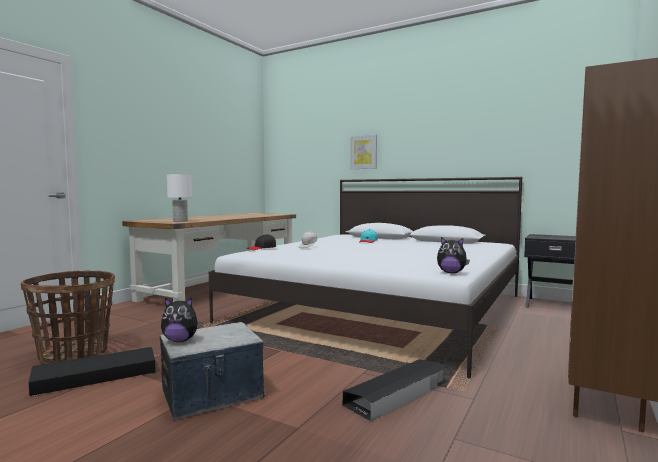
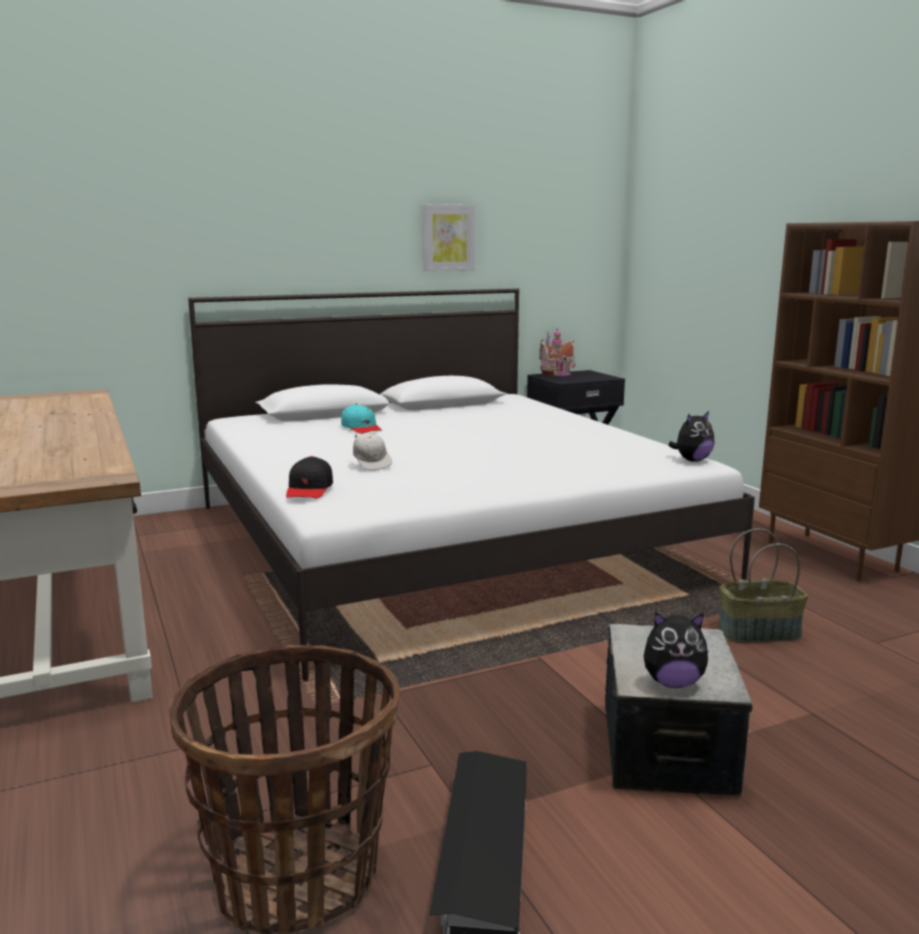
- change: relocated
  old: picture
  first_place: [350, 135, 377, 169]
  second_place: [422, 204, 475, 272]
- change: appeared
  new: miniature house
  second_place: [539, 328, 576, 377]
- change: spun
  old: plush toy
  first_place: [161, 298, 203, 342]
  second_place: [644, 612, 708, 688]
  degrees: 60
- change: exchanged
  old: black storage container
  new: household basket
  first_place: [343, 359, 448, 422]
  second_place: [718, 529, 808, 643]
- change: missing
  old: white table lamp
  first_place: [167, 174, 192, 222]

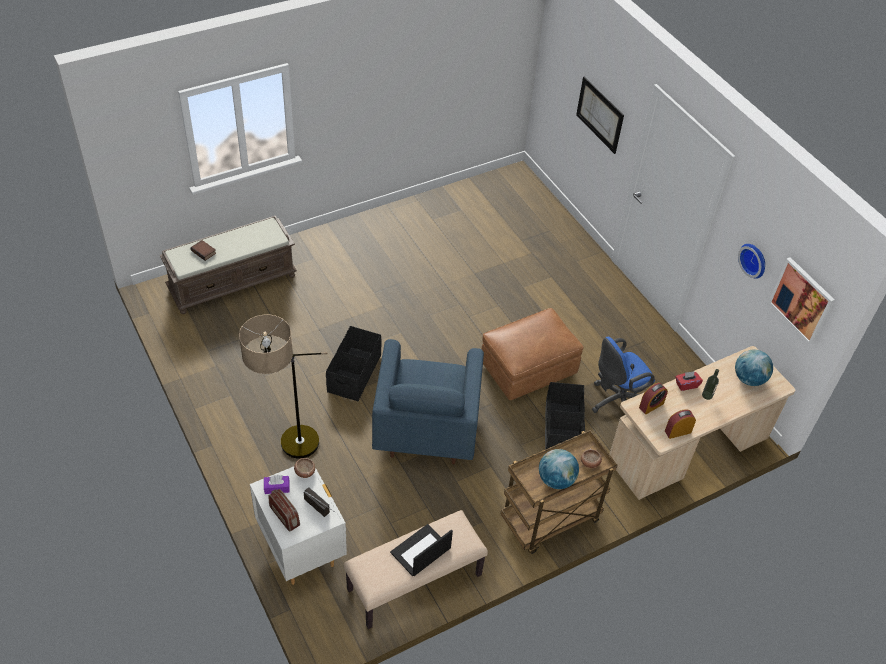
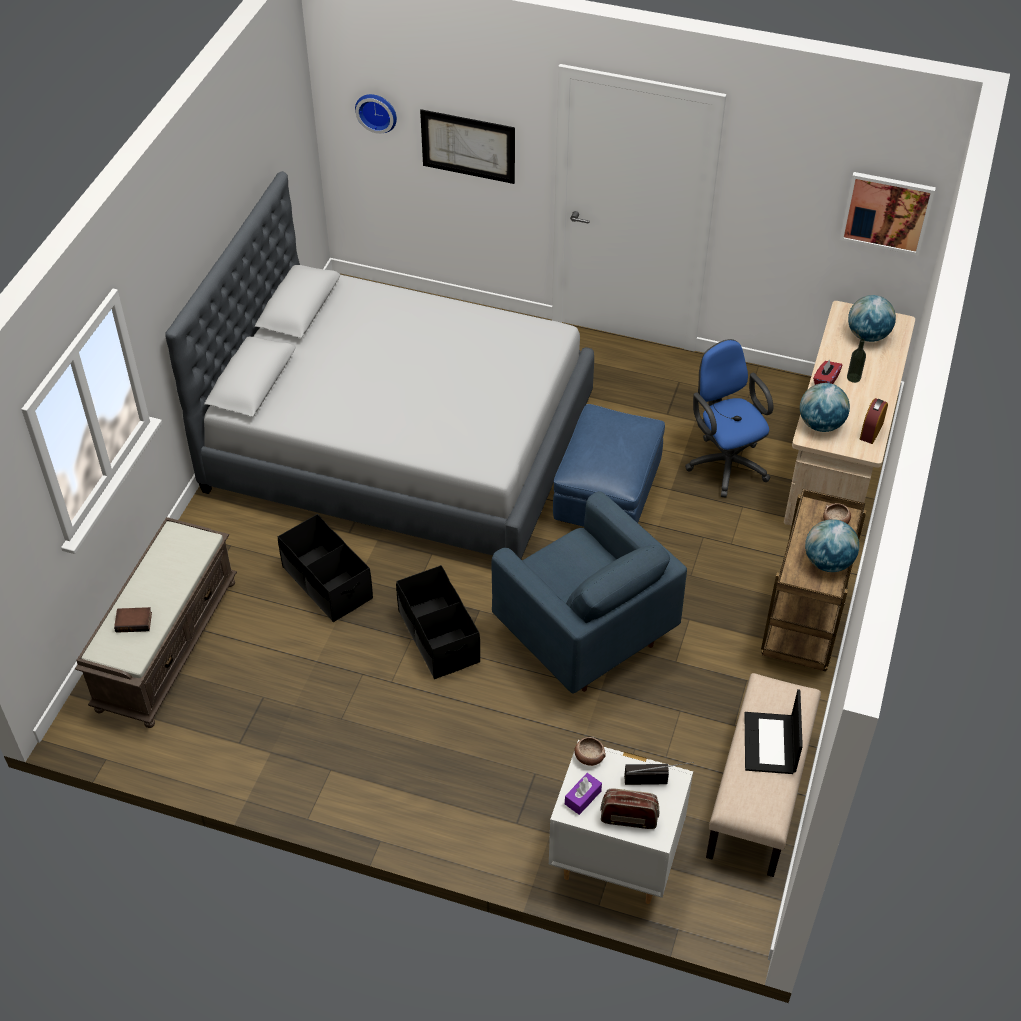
- change: appeared
  new: grey sleeping bed
  second_place: [166, 171, 594, 559]
- change: relocated
  old: black storage container
  first_place: [545, 382, 585, 450]
  second_place: [278, 514, 373, 622]
- change: relocated
  old: clock on the wall
  first_place: [738, 244, 765, 279]
  second_place: [355, 94, 397, 134]
- change: colour
  old: brownish ottoman
  new: blue ottoman
  first_place: [481, 308, 584, 400]
  second_place: [553, 404, 665, 527]
- change: spun
  old: blue computer chair
  first_place: [592, 337, 655, 415]
  second_place: [685, 339, 773, 498]
  degrees: 135
- change: exchanged
  old: alarm clock
  new: globe
  first_place: [639, 383, 668, 414]
  second_place: [800, 383, 850, 432]
- change: missing
  old: standing lamp
  first_place: [239, 315, 327, 459]

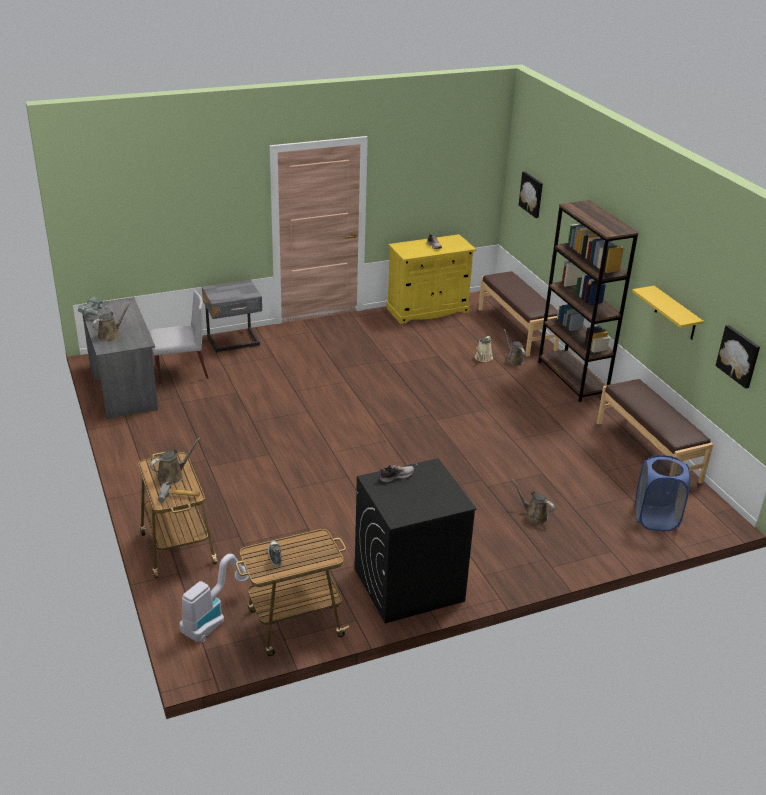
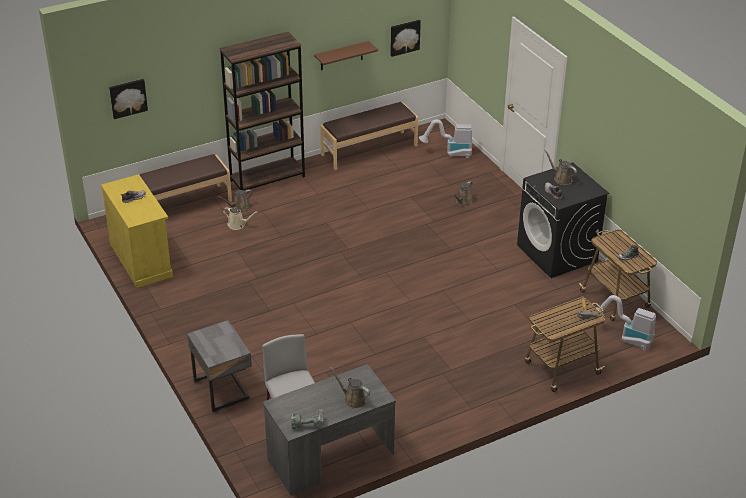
- change: colour
  old: yellow wall shelf
  new: brownish wall shelf
  first_place: [632, 286, 704, 340]
  second_place: [314, 41, 378, 70]
- change: exchanged
  old: blue hamper
  new: vacuum
  first_place: [635, 455, 690, 531]
  second_place: [419, 119, 472, 158]
- change: relocated
  old: brownish watering pot
  first_place: [150, 438, 201, 484]
  second_place: [544, 150, 577, 185]

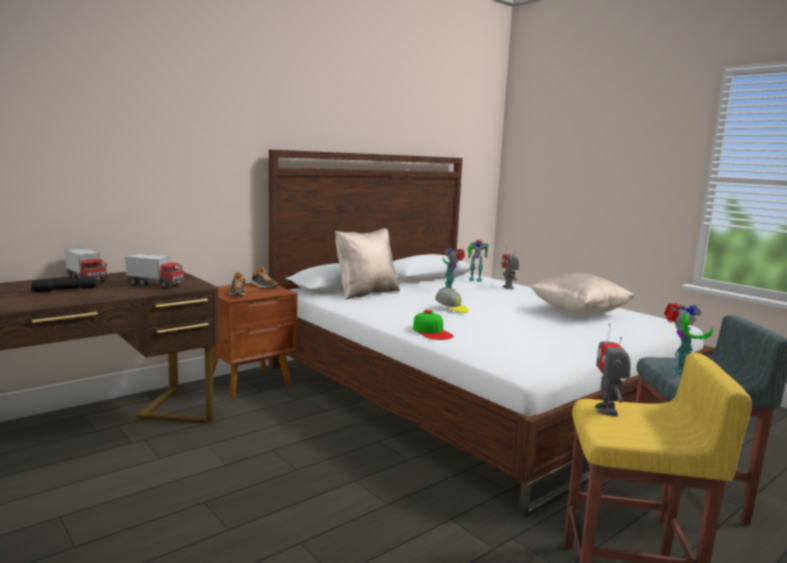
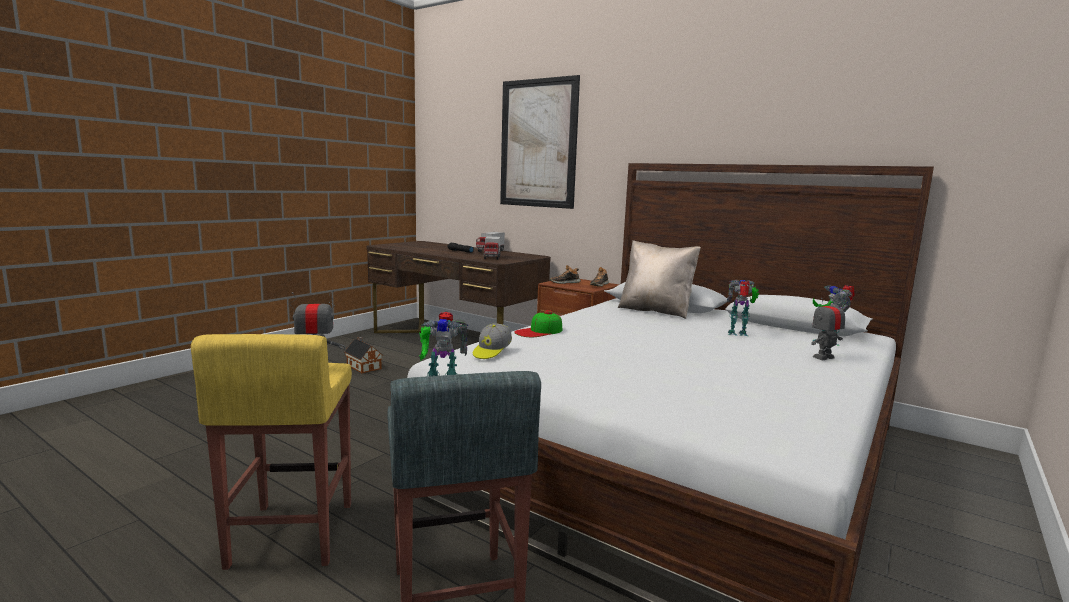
- change: appeared
  new: miniature house
  second_place: [344, 337, 382, 373]
- change: relocated
  old: peaked cap
  first_place: [435, 288, 469, 313]
  second_place: [473, 323, 512, 359]
- change: appeared
  new: picture
  second_place: [500, 75, 580, 209]
- change: missing
  old: beige-coloured cushion
  first_place: [530, 273, 635, 315]

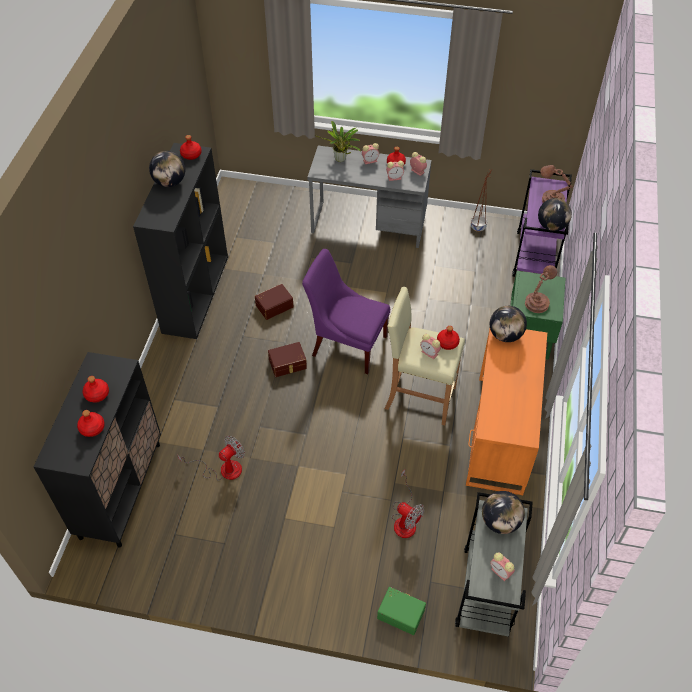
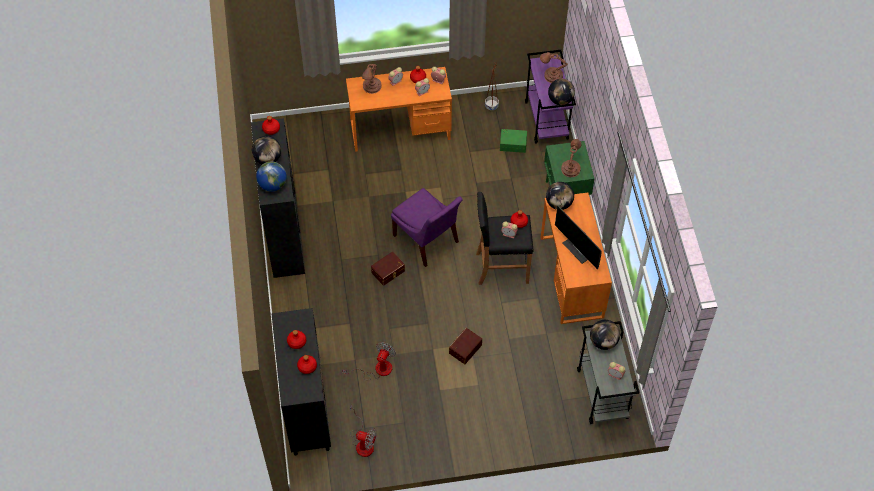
- change: appeared
  new: globe
  second_place: [256, 161, 287, 191]
- change: colour
  old: grey desk table
  new: orangey desk table
  first_place: [307, 146, 432, 248]
  second_place: [346, 67, 452, 152]
- change: relocated
  old: fan
  first_place: [391, 470, 424, 538]
  second_place: [350, 404, 377, 457]
- change: exchanged
  old: houseplant
  new: brownish table lamp
  first_place: [315, 121, 361, 162]
  second_place: [362, 64, 382, 94]
- change: spun
  old: purple-coloured chair
  first_place: [302, 249, 390, 374]
  second_place: [391, 188, 463, 267]
  degrees: -135
- change: relocated
  old: brownish storage container
  first_place: [255, 284, 294, 320]
  second_place: [449, 328, 482, 364]
- change: colour
  old: beige-coloured stool seat
  new: black stool seat
  first_place: [385, 287, 465, 425]
  second_place: [476, 192, 533, 285]
- change: relocated
  old: green storage container
  first_place: [377, 587, 426, 635]
  second_place: [500, 129, 527, 153]
- change: appeared
  new: computer display
  second_place: [555, 206, 602, 270]

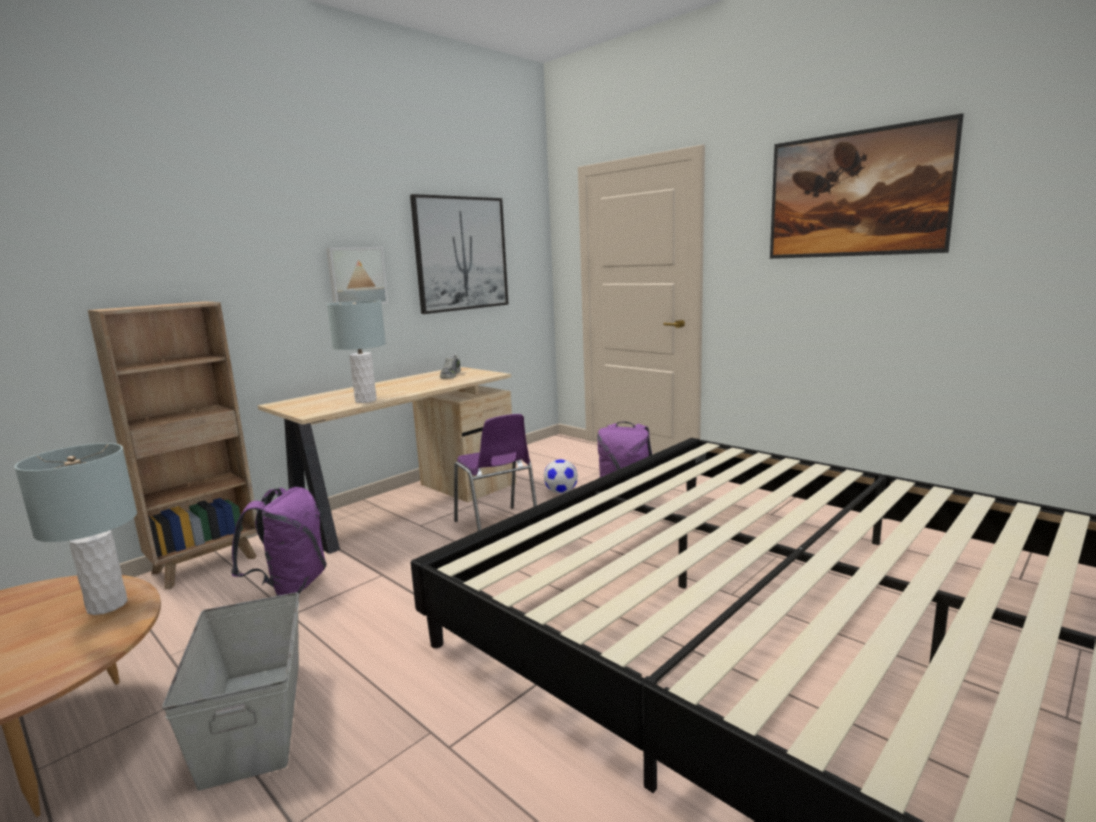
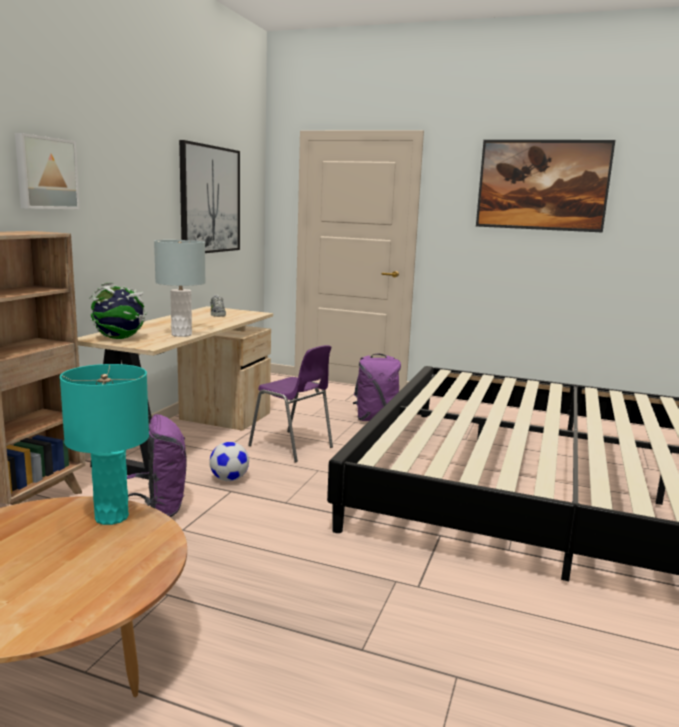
- change: relocated
  old: picture
  first_place: [326, 247, 388, 304]
  second_place: [15, 133, 80, 209]
- change: colour
  old: grey table lamp
  new: turquoise table lamp
  first_place: [14, 443, 137, 615]
  second_place: [60, 364, 149, 525]
- change: appeared
  new: globe
  second_place: [89, 282, 148, 339]
- change: relocated
  old: football ball
  first_place: [544, 459, 578, 494]
  second_place: [209, 442, 249, 481]
- change: missing
  old: grey storage container
  first_place: [162, 592, 299, 791]

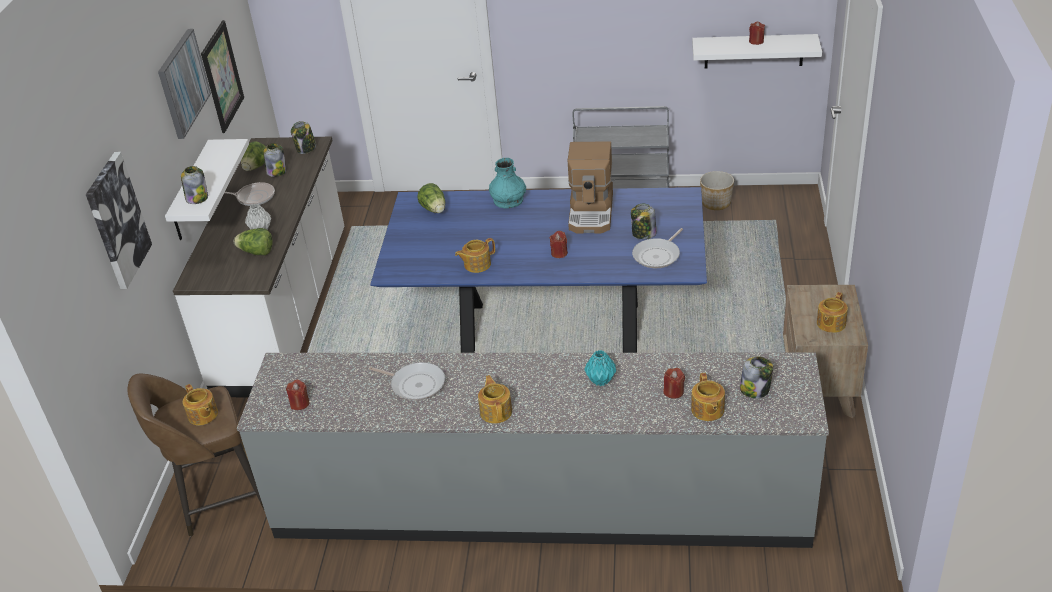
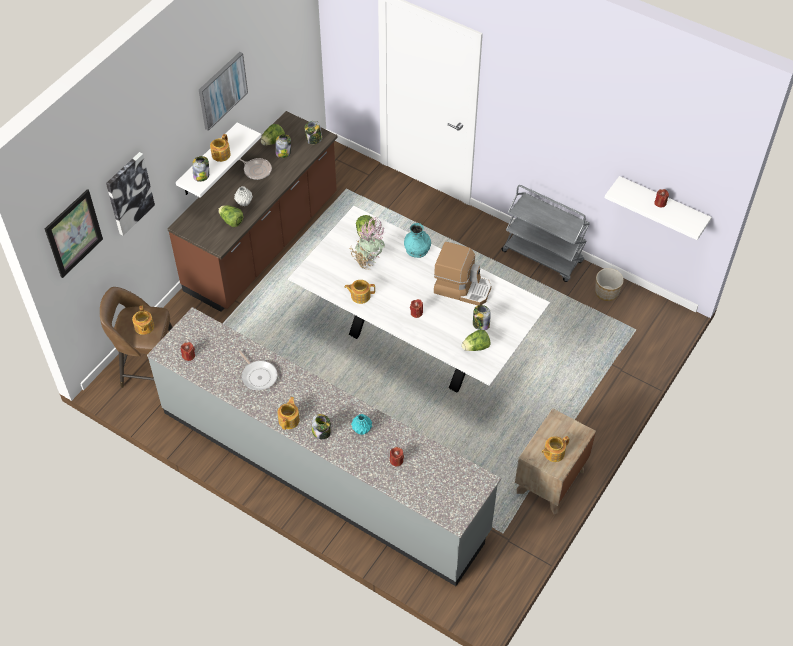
- change: relocated
  old: picture
  first_place: [201, 20, 244, 133]
  second_place: [45, 189, 103, 278]
- change: colour
  old: white counter
  new: brownish counter
  first_place: [173, 136, 344, 397]
  second_place: [168, 111, 337, 312]
- change: relocated
  old: tea pot
  first_place: [691, 373, 725, 421]
  second_place: [210, 134, 231, 162]
- change: colour
  old: blue dinner table
  new: white dinner table
  first_place: [370, 187, 707, 353]
  second_place: [288, 206, 550, 392]
- change: relocated
  old: preserve jar
  first_place: [740, 356, 773, 398]
  second_place: [312, 414, 331, 439]
- change: appeared
  new: houseplant
  second_place: [349, 217, 386, 269]
- change: spun
  old: coffee machine
  first_place: [568, 141, 613, 234]
  second_place: [434, 242, 491, 305]
  degrees: -105
- change: exchanged
  old: frying pan
  new: lettuce
  first_place: [632, 228, 683, 268]
  second_place: [462, 330, 490, 351]

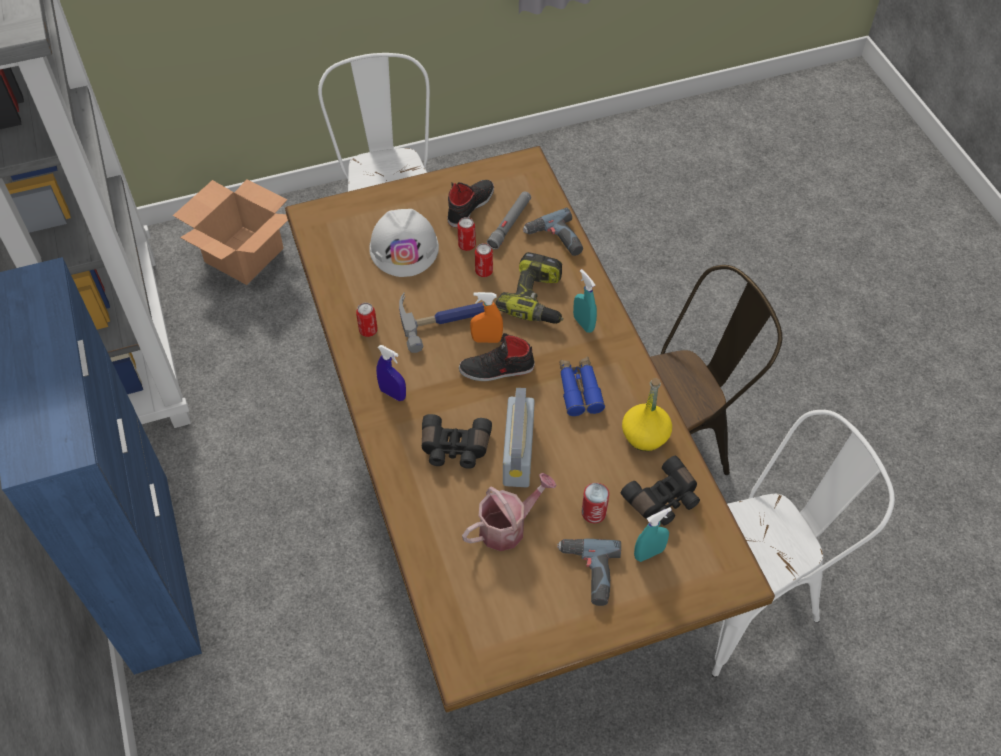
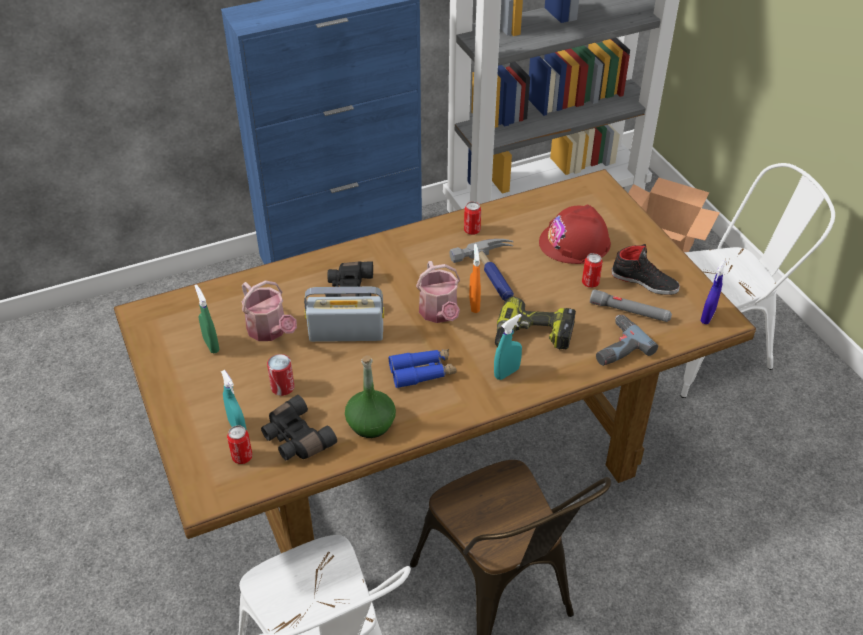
- change: appeared
  new: green hand sprayer
  second_place: [194, 284, 220, 353]
- change: relocated
  old: sealed can
  first_place: [475, 243, 493, 277]
  second_place: [227, 425, 252, 464]
- change: colour
  old: yellow beverage bottle
  new: green beverage bottle
  first_place: [622, 378, 672, 451]
  second_place: [345, 355, 396, 438]
- change: exchanged
  old: black shoe
  new: watering pot
  first_place: [459, 333, 535, 381]
  second_place: [416, 261, 460, 323]
- change: colour
  old: white hard hat
  new: reddish hard hat
  first_place: [369, 209, 439, 277]
  second_place: [539, 205, 611, 264]
- change: relocated
  old: blue hand sprayer
  first_place: [376, 345, 406, 401]
  second_place: [701, 260, 726, 324]
- change: missing
  old: power drill
  first_place: [557, 539, 621, 606]

